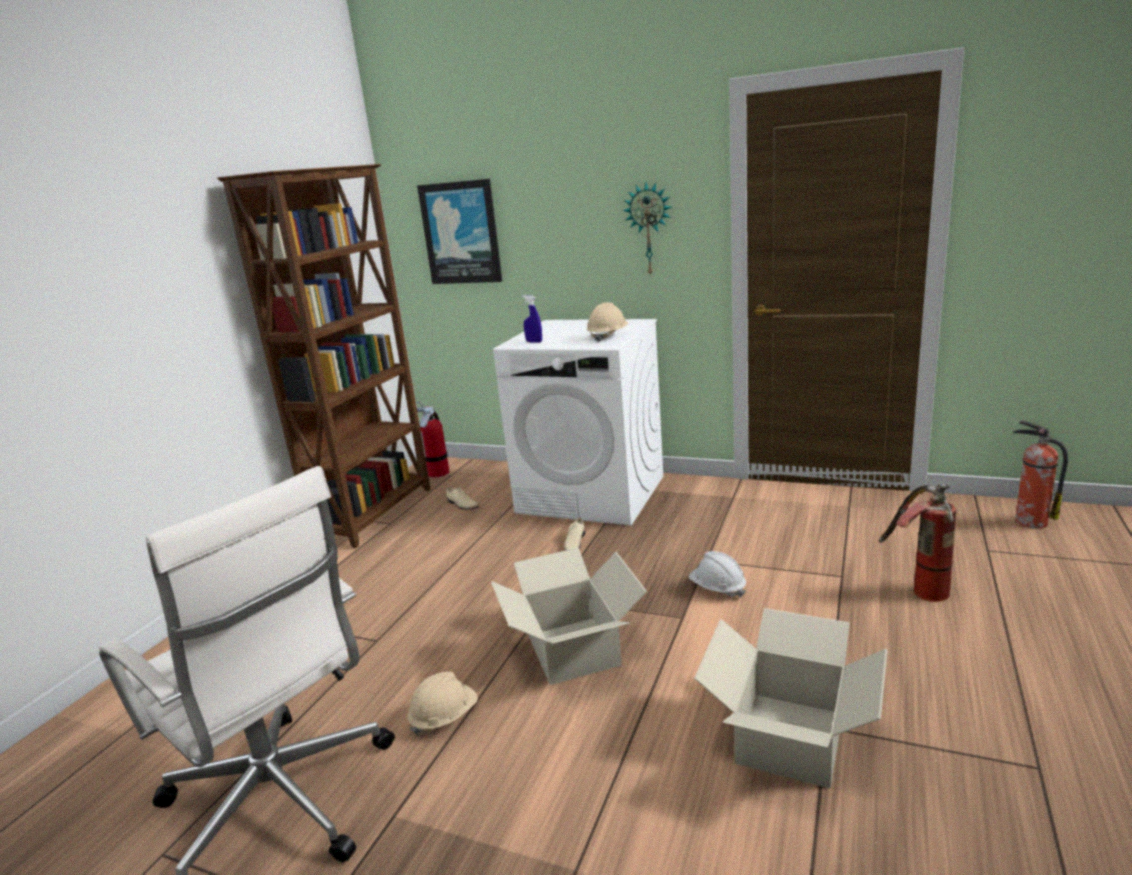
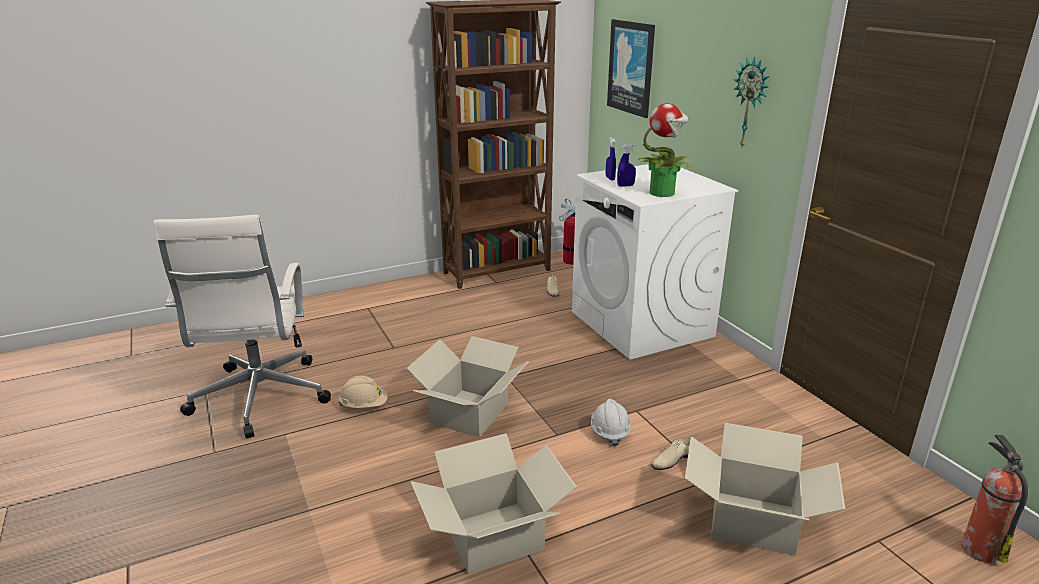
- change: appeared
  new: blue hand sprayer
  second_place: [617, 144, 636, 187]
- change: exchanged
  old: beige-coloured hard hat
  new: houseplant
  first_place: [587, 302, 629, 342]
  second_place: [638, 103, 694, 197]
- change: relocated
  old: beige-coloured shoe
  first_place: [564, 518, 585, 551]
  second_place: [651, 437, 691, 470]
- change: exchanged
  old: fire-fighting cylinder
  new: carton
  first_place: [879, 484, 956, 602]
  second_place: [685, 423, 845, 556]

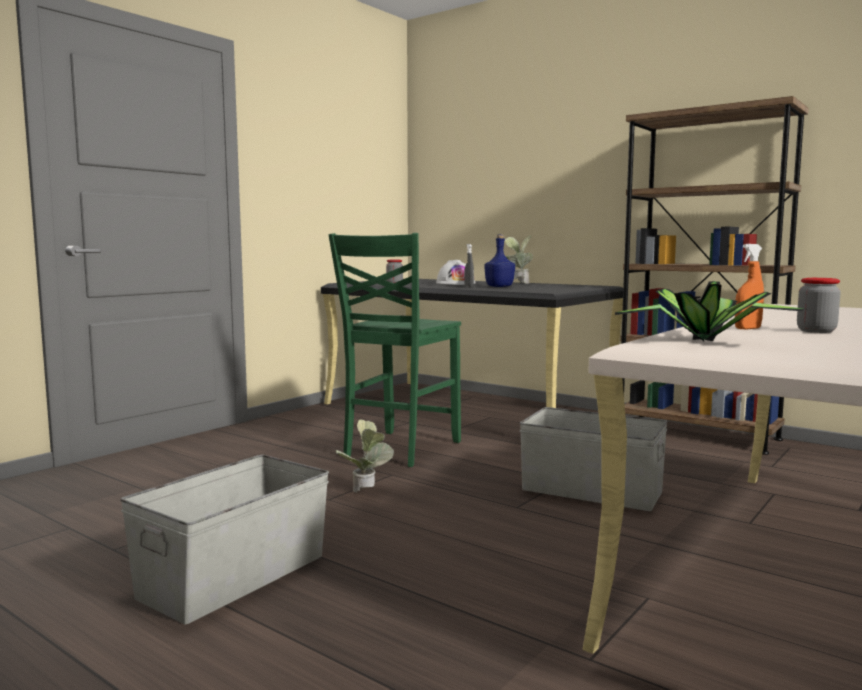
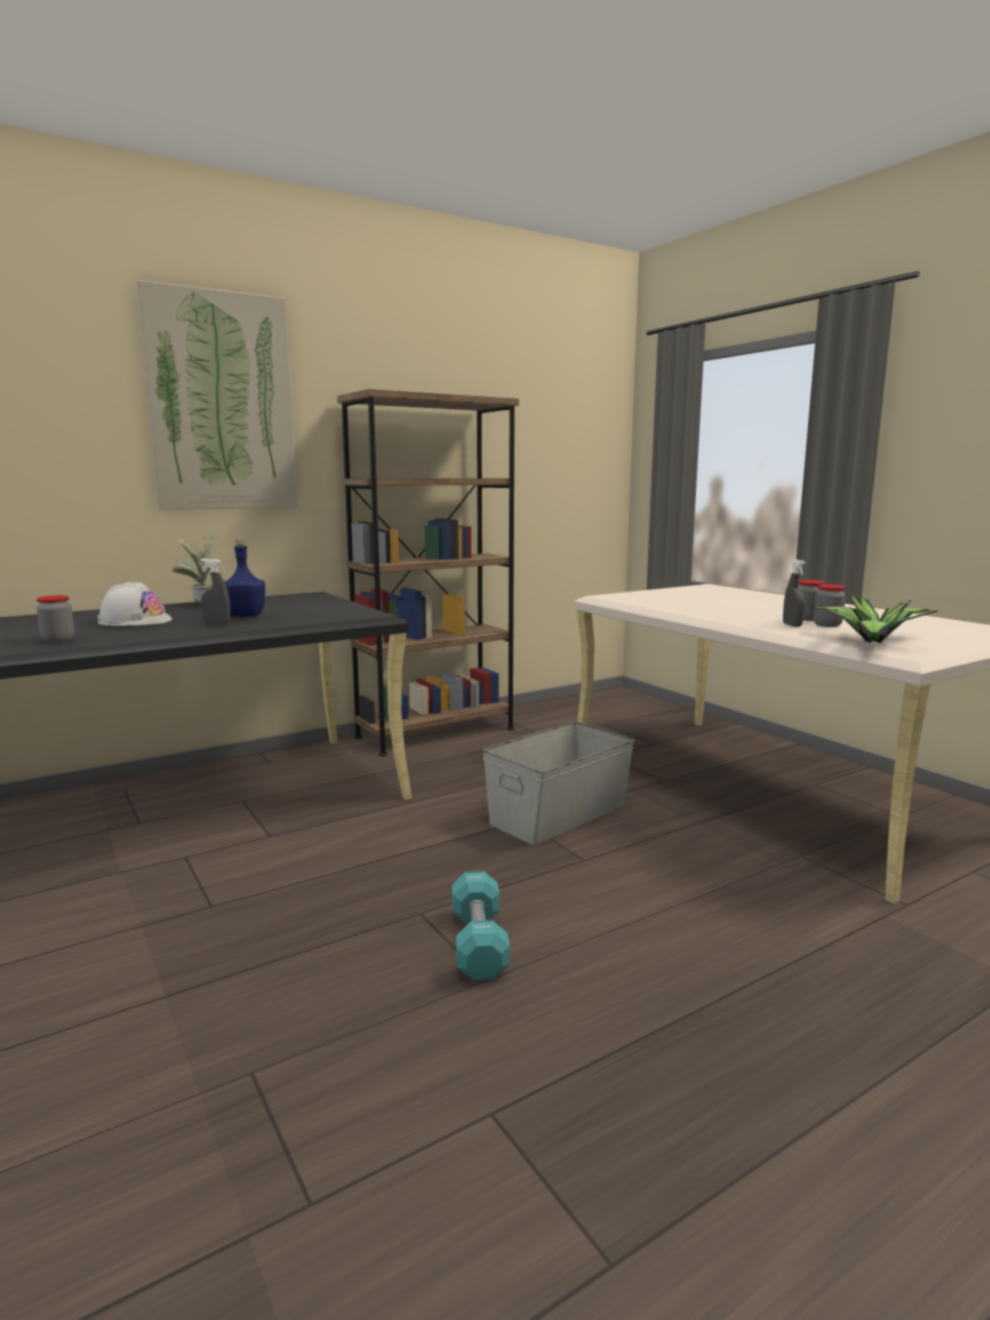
- change: appeared
  new: picture
  second_place: [136, 280, 297, 510]
- change: exchanged
  old: houseplant
  new: turquoise dumbbell
  first_place: [336, 419, 394, 492]
  second_place: [452, 871, 510, 981]
- change: colour
  old: orangey hand sprayer
  new: grey hand sprayer
  first_place: [735, 244, 764, 329]
  second_place: [783, 560, 805, 627]
- change: appeared
  new: preserve jar
  second_place: [813, 584, 845, 627]
- change: missing
  old: grey storage container
  first_place: [120, 455, 329, 624]
- change: missing
  old: green chair
  first_place: [329, 233, 461, 467]

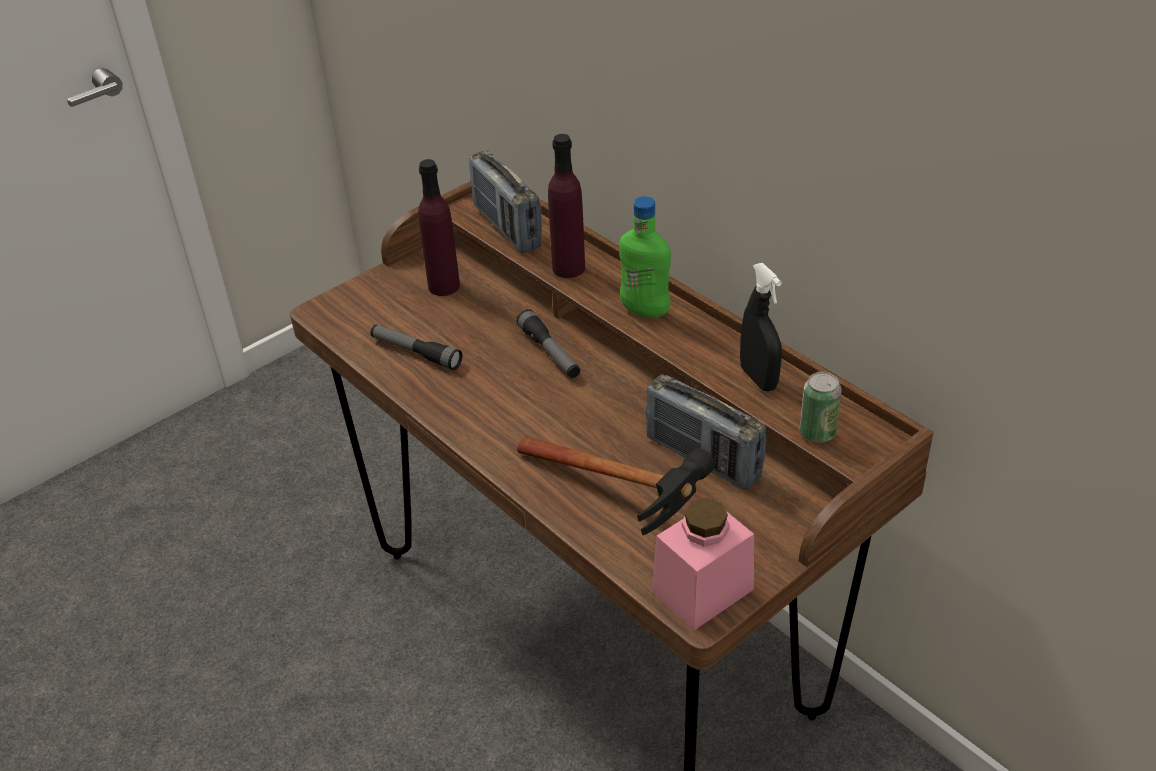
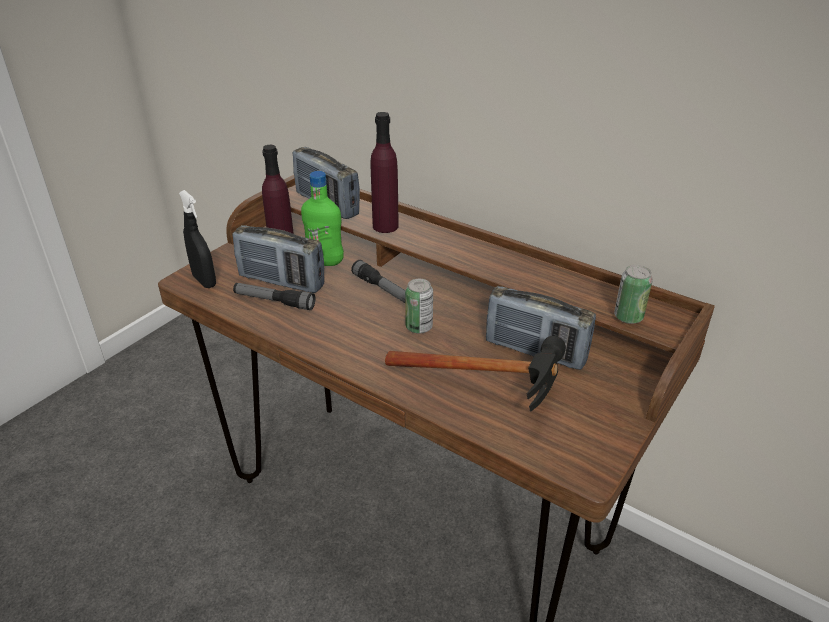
- change: relocated
  old: black hand sprayer
  first_place: [740, 263, 782, 391]
  second_place: [179, 190, 216, 288]
- change: appeared
  new: radio
  second_place: [232, 225, 324, 293]
- change: relocated
  old: green beverage bottle
  first_place: [619, 196, 671, 318]
  second_place: [301, 171, 344, 266]
- change: appeared
  new: sealed can
  second_place: [405, 279, 433, 334]
- change: missing
  old: pinkish preserve jar
  first_place: [652, 498, 754, 630]

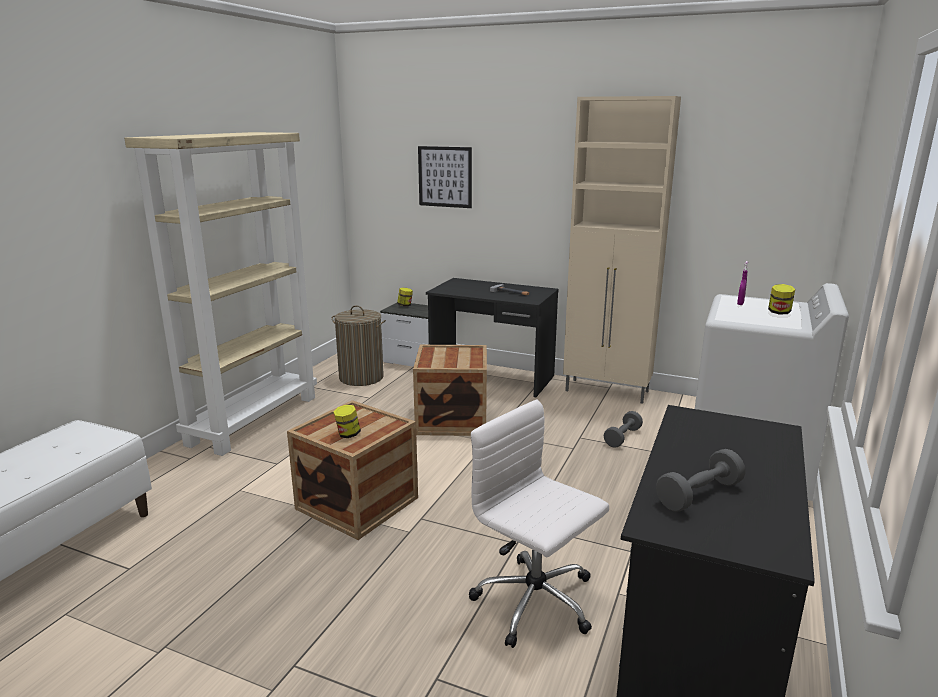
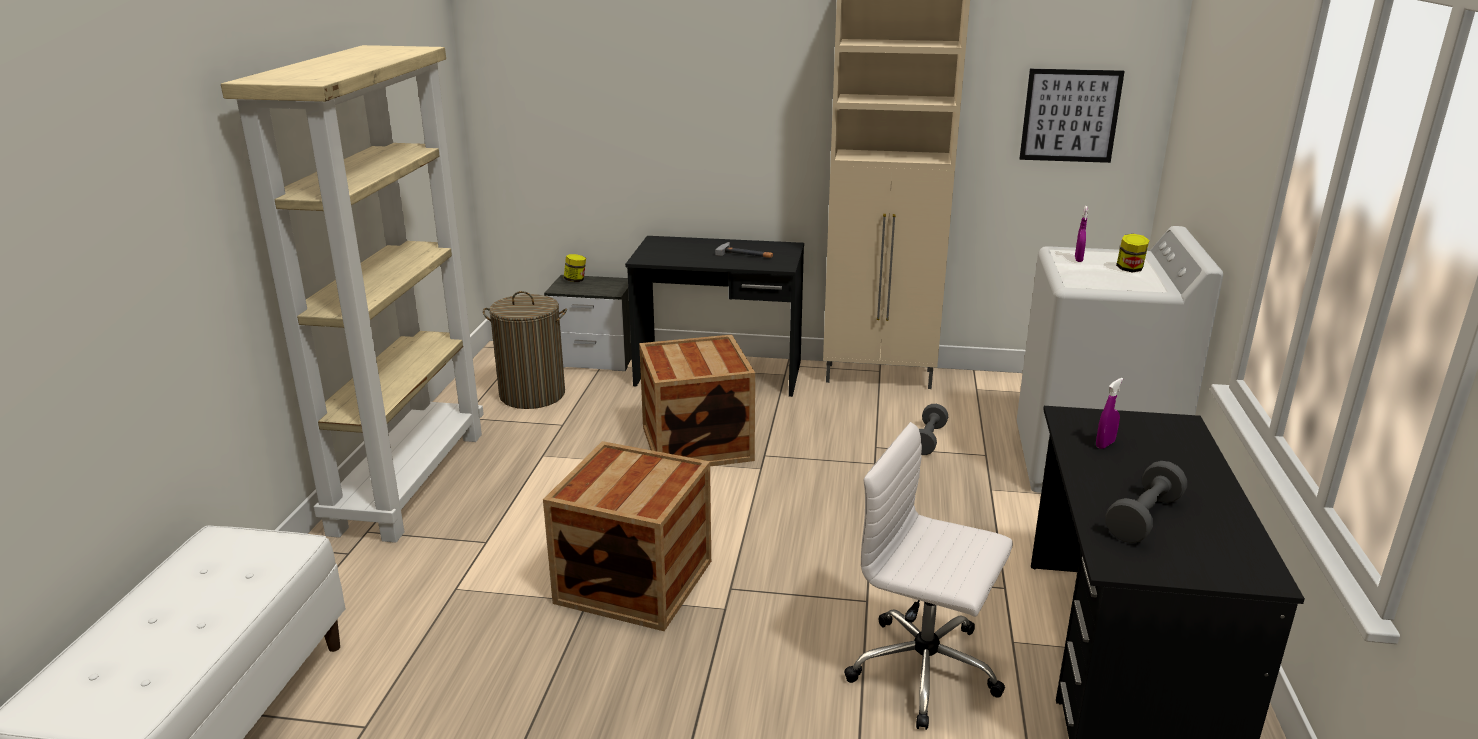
- change: relocated
  old: picture
  first_place: [418, 146, 472, 208]
  second_place: [1020, 69, 1125, 163]
- change: appeared
  new: purple-coloured hand sprayer
  second_place: [1096, 378, 1123, 449]
- change: missing
  old: preserve jar
  first_place: [333, 404, 361, 438]

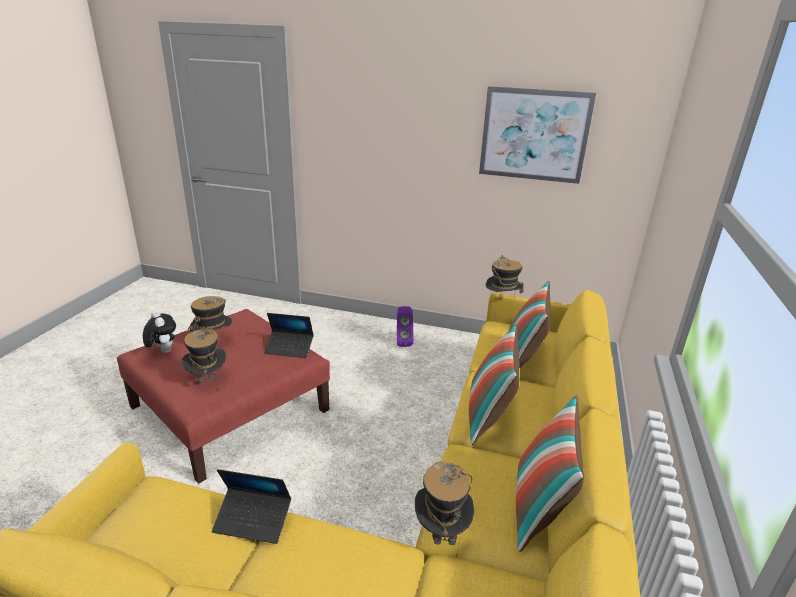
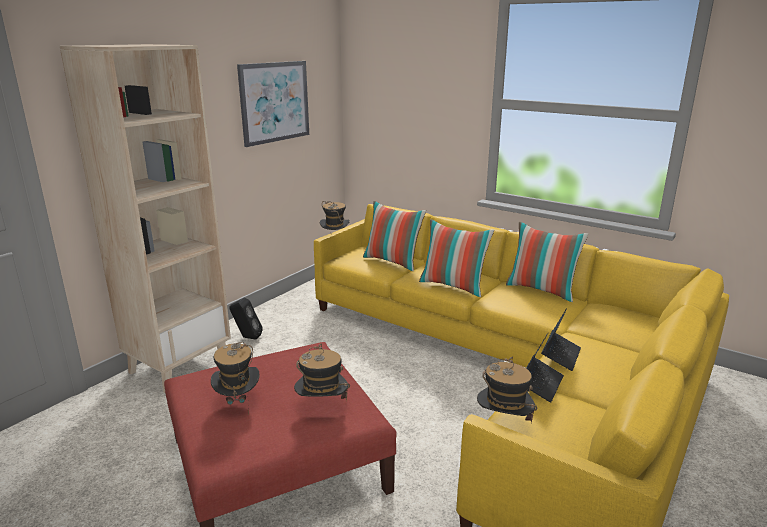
- change: appeared
  new: beige-coloured bookcase
  second_place: [60, 44, 231, 394]
- change: colour
  old: purple-coloured audio speaker
  new: black audio speaker
  first_place: [397, 306, 414, 347]
  second_place: [229, 298, 263, 340]
- change: relocated
  old: clothing hat
  first_place: [415, 461, 474, 558]
  second_place: [477, 356, 537, 423]
- change: relocated
  old: laptop
  first_place: [264, 313, 314, 358]
  second_place: [541, 308, 581, 371]
- change: missing
  old: plush toy
  first_place: [143, 310, 176, 353]

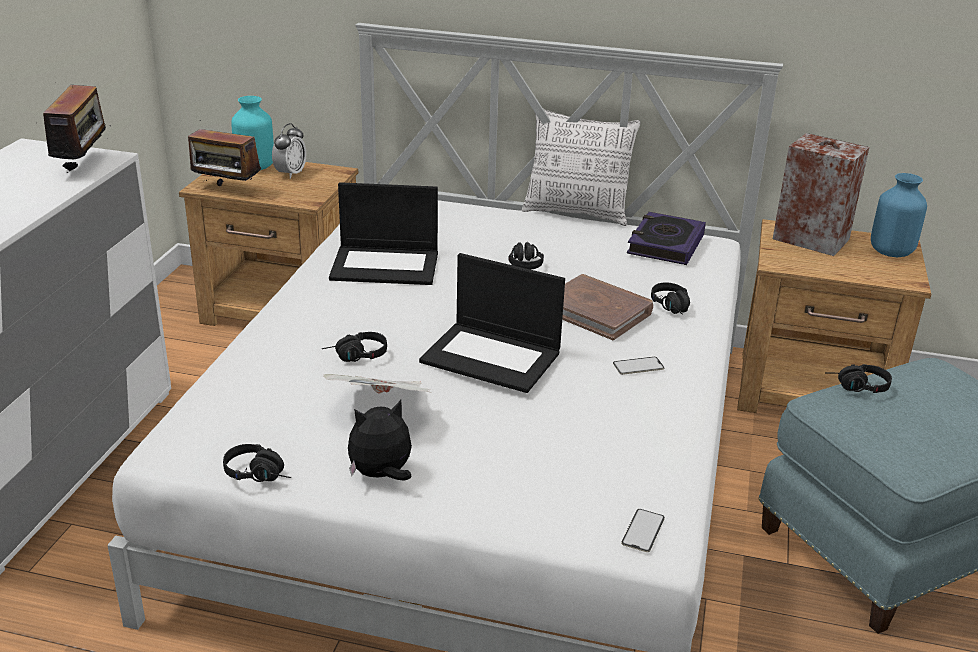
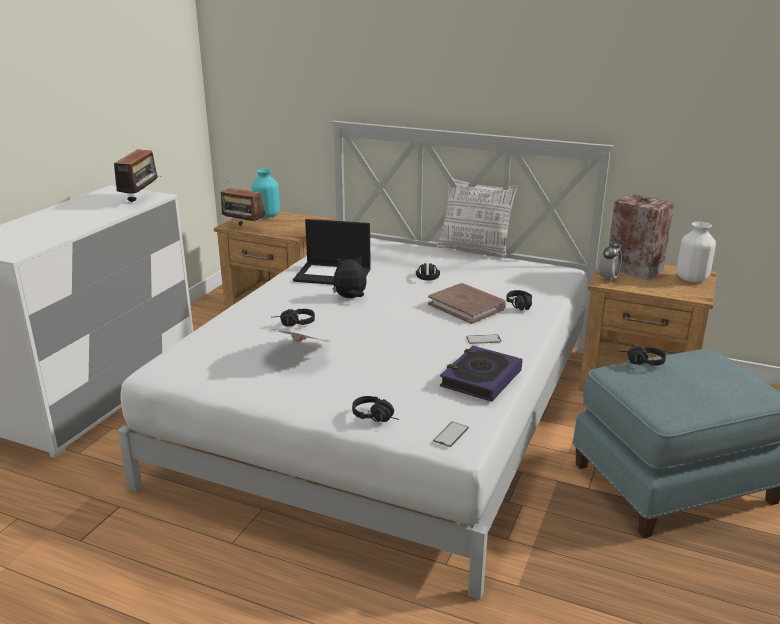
- change: relocated
  old: plush toy
  first_place: [348, 400, 412, 481]
  second_place: [332, 255, 367, 298]
- change: relocated
  old: black pair of headphones
  first_place: [223, 444, 291, 482]
  second_place: [352, 396, 399, 422]
- change: relocated
  old: bound book
  first_place: [627, 212, 706, 265]
  second_place: [440, 346, 522, 402]
- change: relocated
  old: alarm clock
  first_place: [272, 123, 306, 179]
  second_place: [599, 238, 623, 282]
- change: colour
  old: blue vase
  new: white vase
  first_place: [871, 173, 927, 257]
  second_place: [677, 222, 716, 282]
- change: missing
  old: laptop
  first_place: [419, 253, 565, 393]

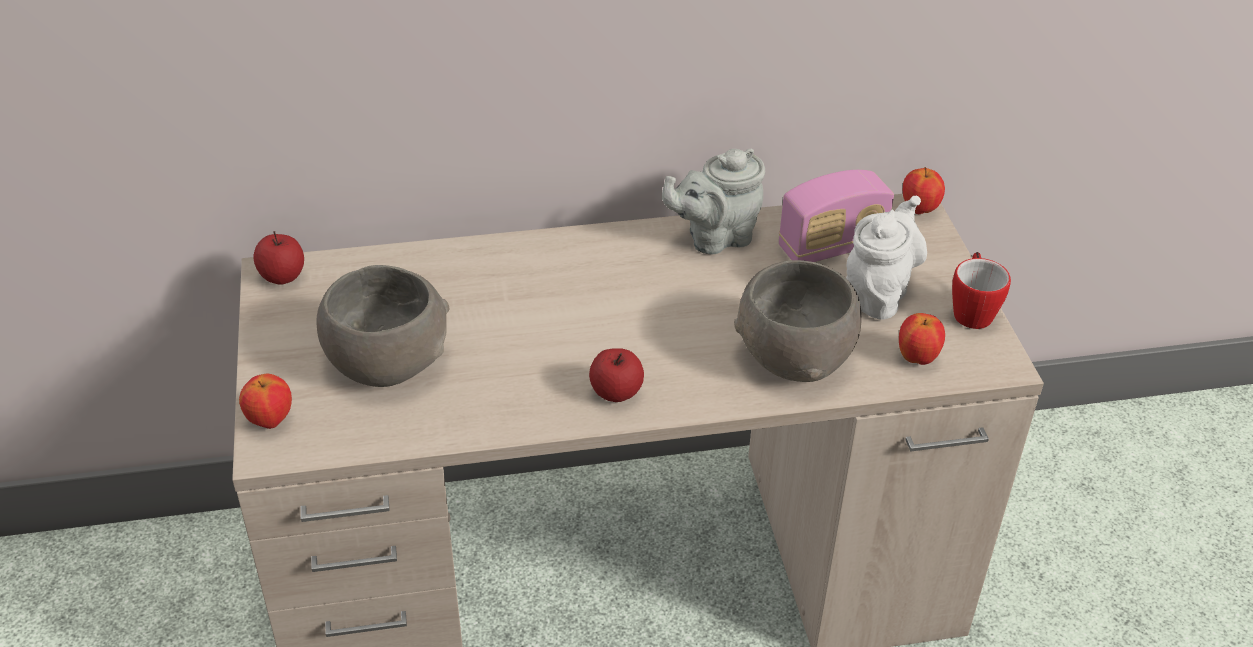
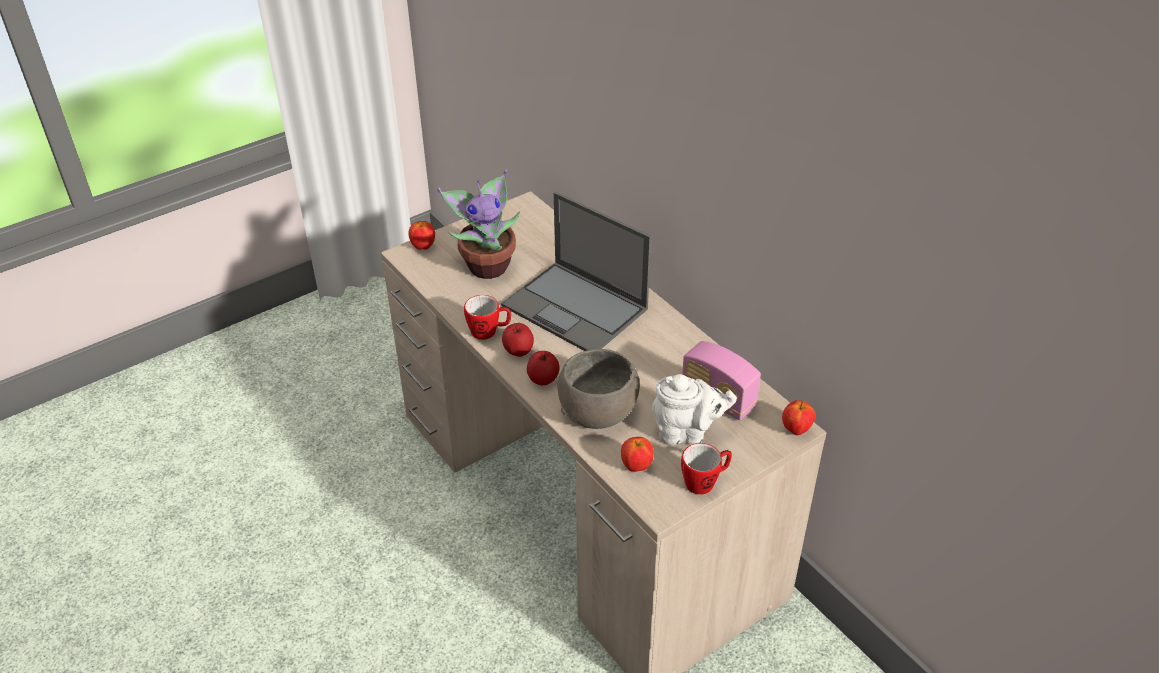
- change: exchanged
  old: grey serving bowl
  new: houseplant
  first_place: [316, 265, 449, 387]
  second_place: [437, 169, 520, 279]
- change: appeared
  new: coffee mug
  second_place: [464, 295, 511, 340]
- change: appeared
  new: laptop
  second_place: [501, 192, 651, 351]
- change: relocated
  old: apple fruit
  first_place: [254, 231, 304, 285]
  second_place: [527, 351, 560, 385]
- change: missing
  old: grey tea pot
  first_place: [662, 149, 765, 254]

